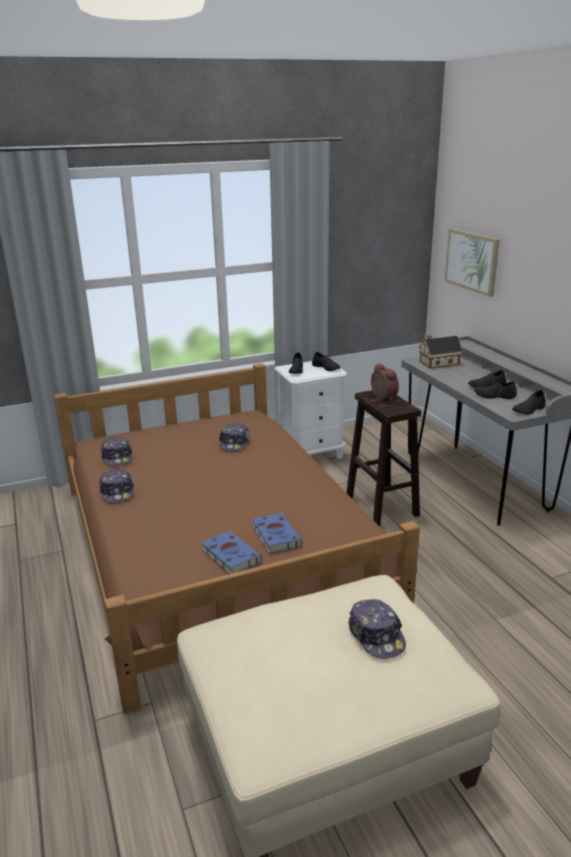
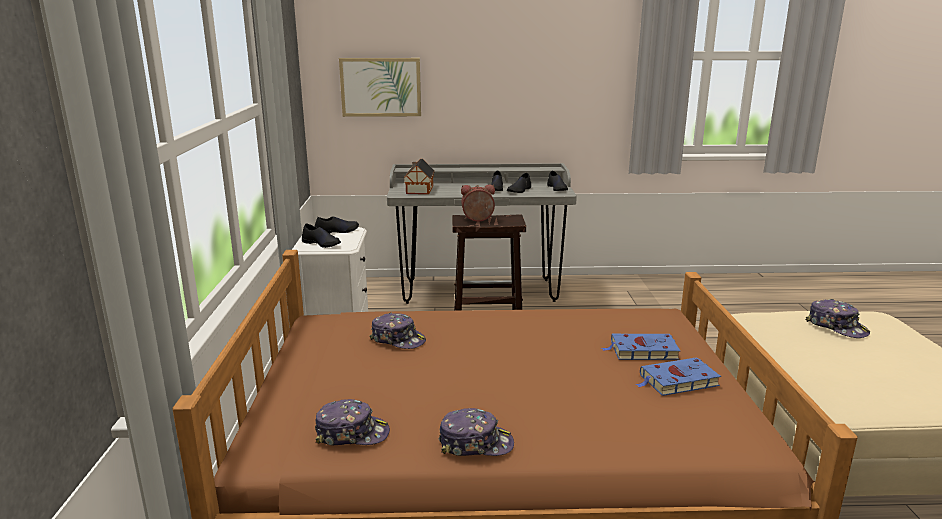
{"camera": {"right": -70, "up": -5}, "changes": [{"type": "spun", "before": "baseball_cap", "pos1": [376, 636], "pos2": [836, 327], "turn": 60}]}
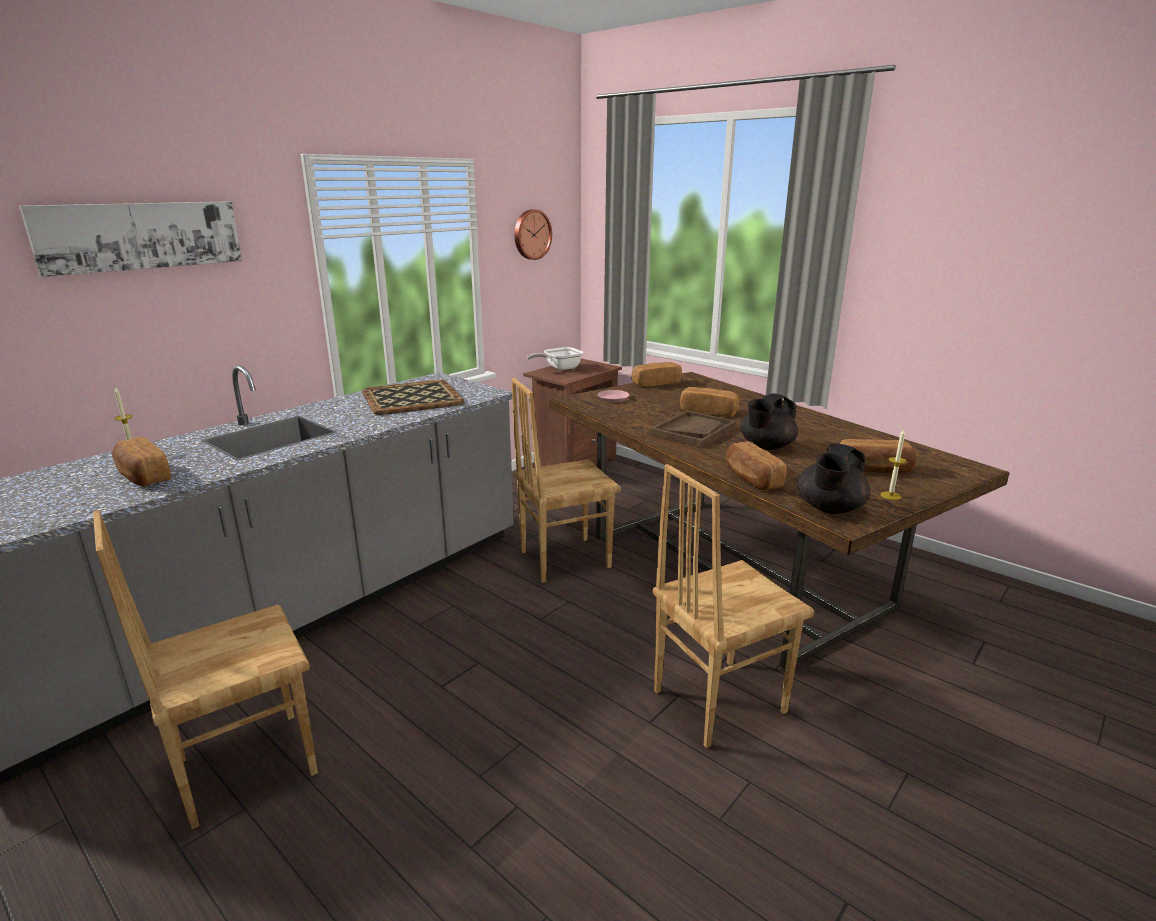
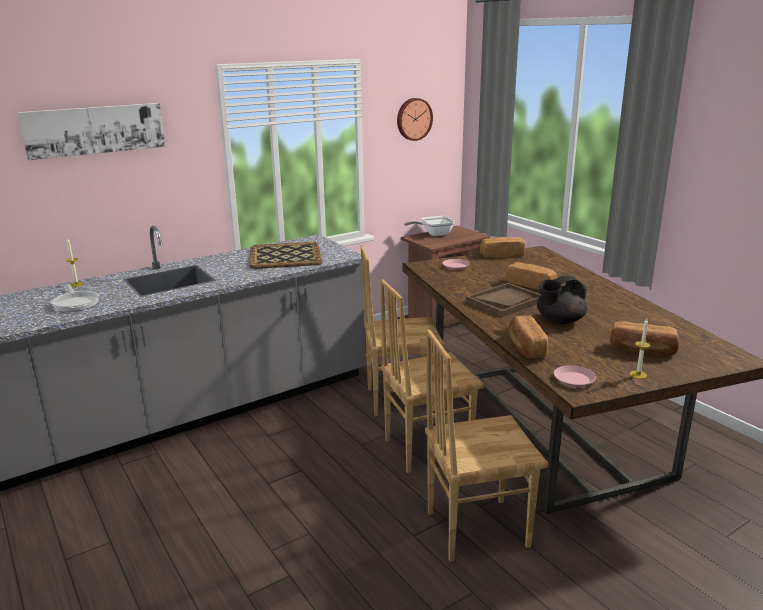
{"camera": {"right": 15, "up": 0}, "changes": [{"type": "exchanged", "before": "bakery_bread", "after": "skillet", "pos1": [143, 476], "pos2": [76, 303]}, {"type": "exchanged", "before": "black-coloured_teapot", "after": "pink-coloured_plate", "pos1": [829, 508], "pos2": [573, 379]}, {"type": "relocated", "before": "brown_plain_chair", "pos1": [245, 765], "pos2": [426, 448]}]}
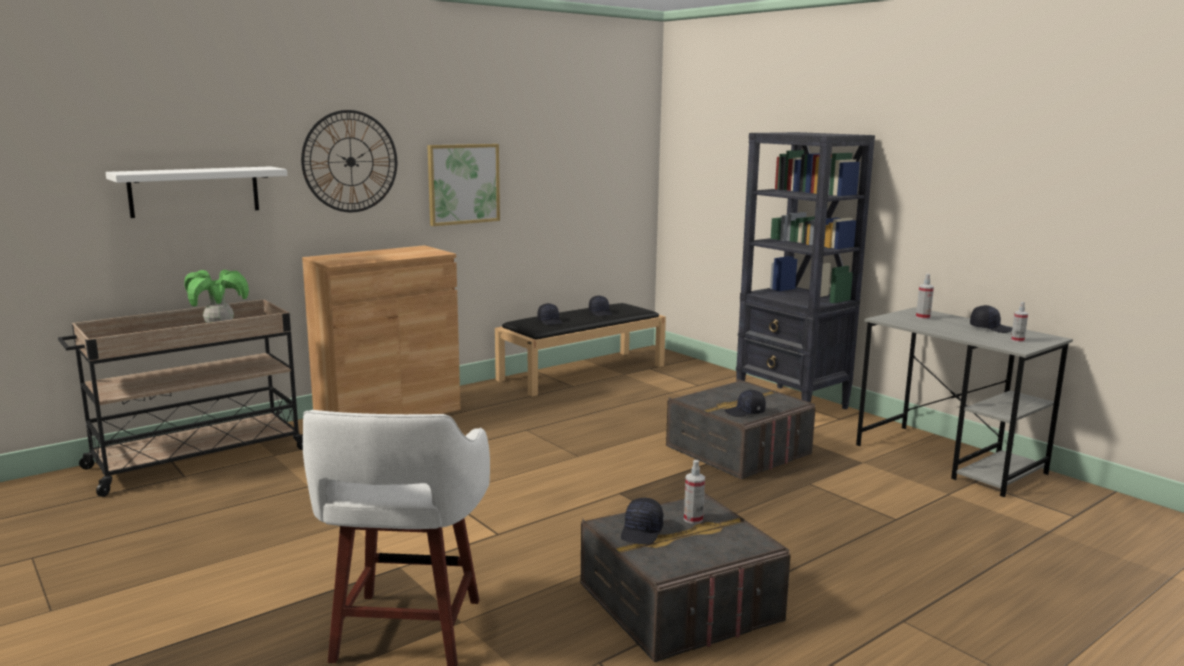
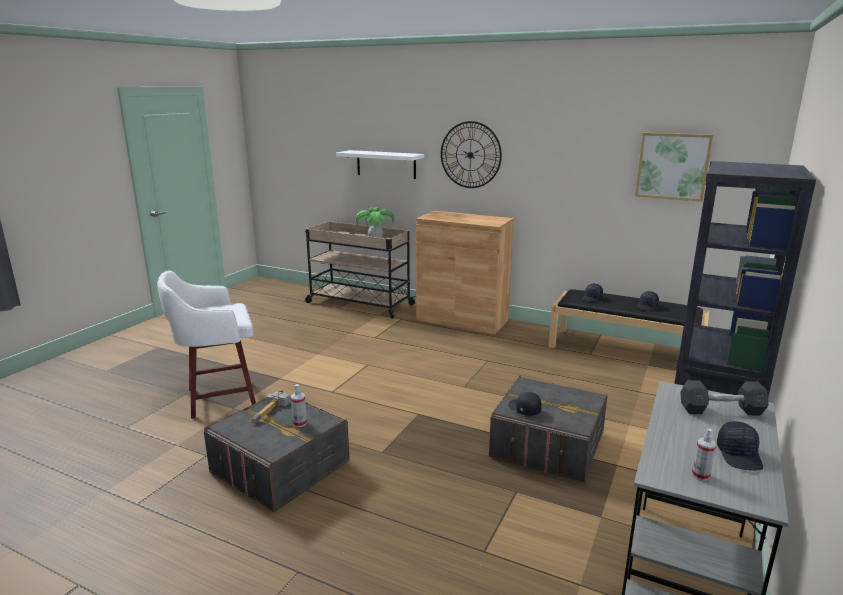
{"camera": {"right": 65, "up": 5}, "changes": [{"type": "relocated", "before": "wall_picture", "pos1": [463, 184], "pos2": [672, 166]}, {"type": "exchanged", "before": "hand_sprayer", "after": "greyish_free_weight", "pos1": [923, 317], "pos2": [721, 410]}, {"type": "exchanged", "before": "black-coloured_baseball_cap", "after": "hammer", "pos1": [642, 532], "pos2": [272, 411]}]}
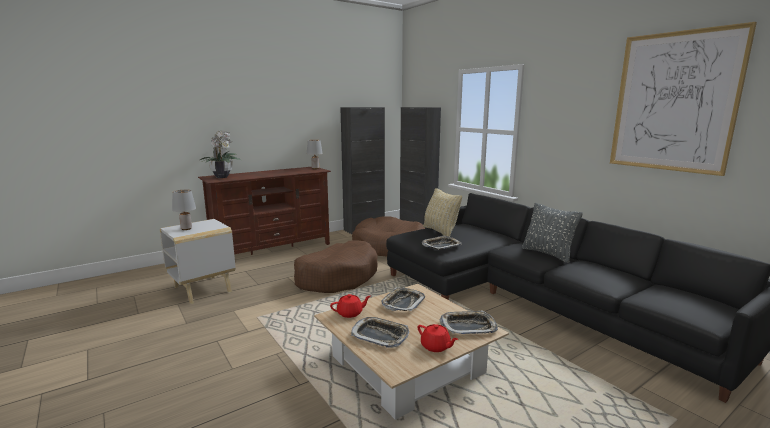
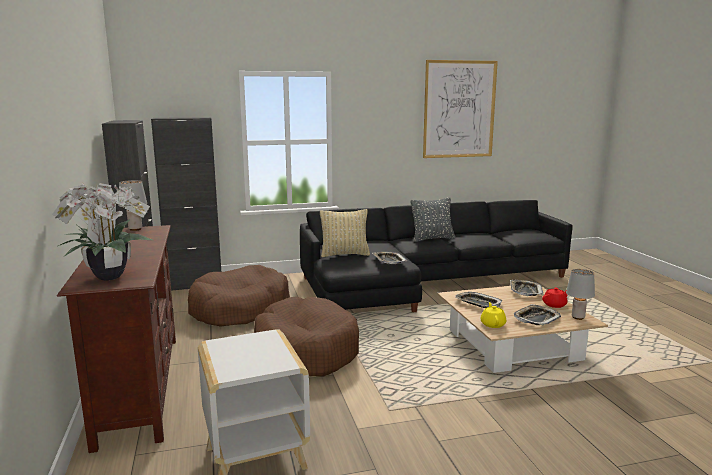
{"camera": {"right": -70, "up": 0}, "changes": [{"type": "relocated", "before": "greyish_table_lamp", "pos1": [186, 229], "pos2": [578, 317]}, {"type": "colour", "before": "red-coloured_teapot", "after": "yellowish_teapot", "pos1": [350, 313], "pos2": [493, 324]}]}
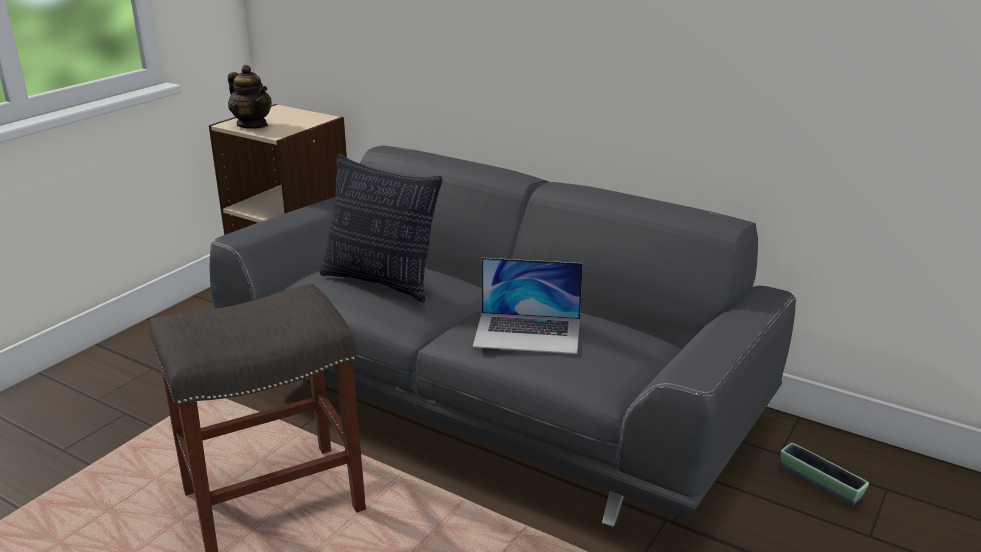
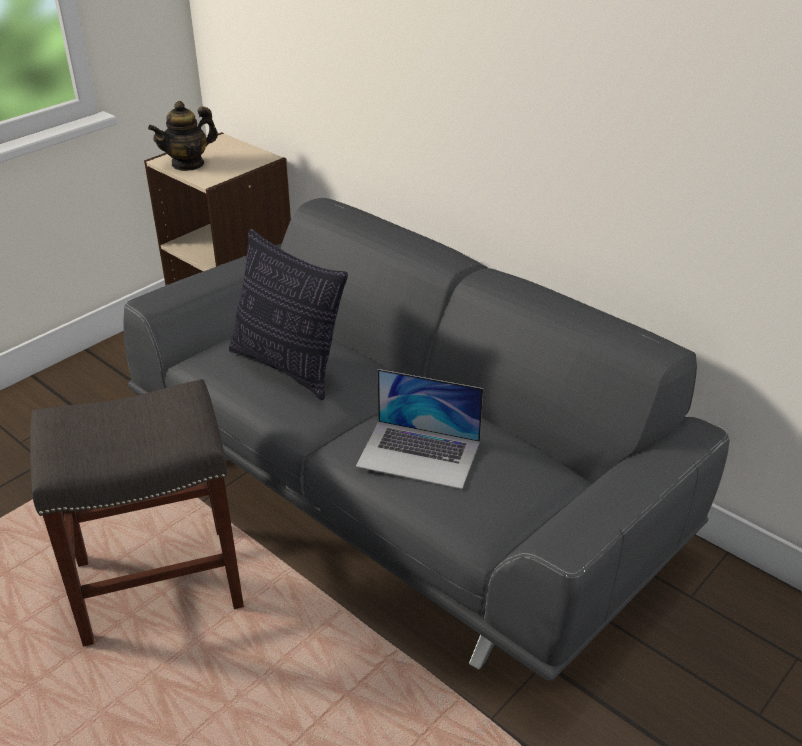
{"camera": {"right": 10, "up": 10}, "changes": [{"type": "spun", "before": "teapot", "pos1": [252, 125], "pos2": [188, 164], "turn": 90}, {"type": "missing", "before": "planter", "pos1": [820, 483]}]}
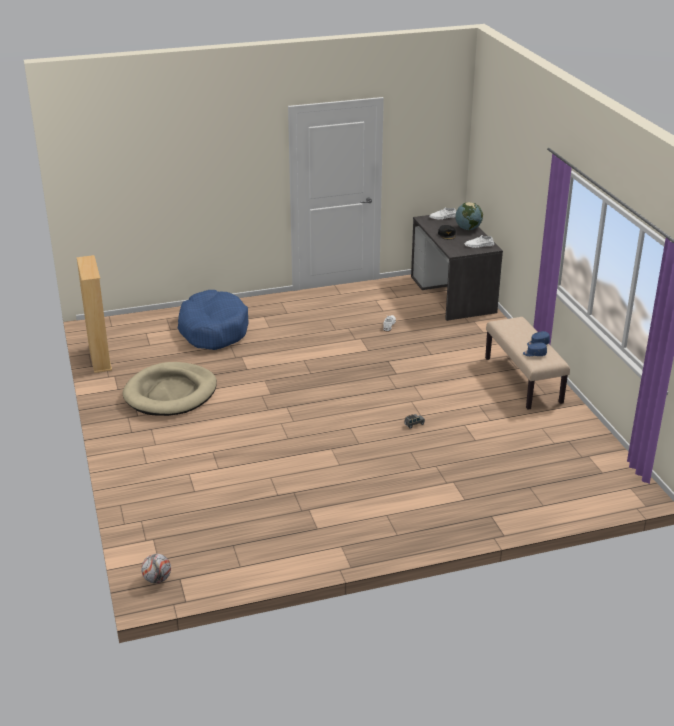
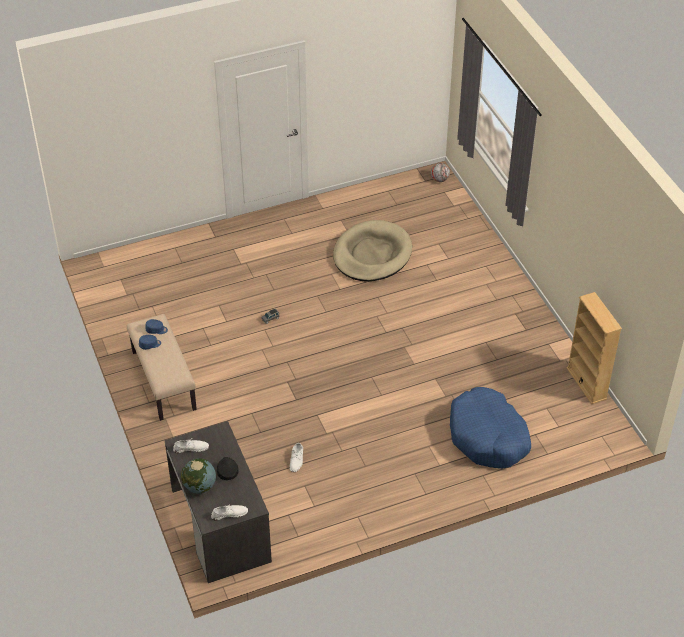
{"camera": {"right": 175, "up": 15}, "changes": [{"type": "relocated", "before": "beige_dog_bed", "pos1": [171, 393], "pos2": [372, 254]}]}
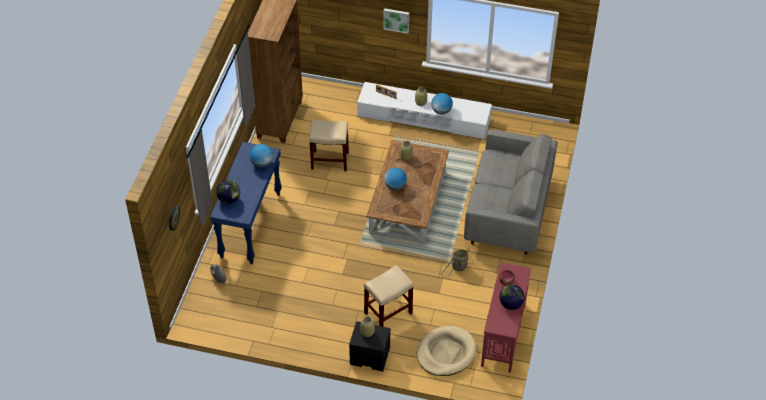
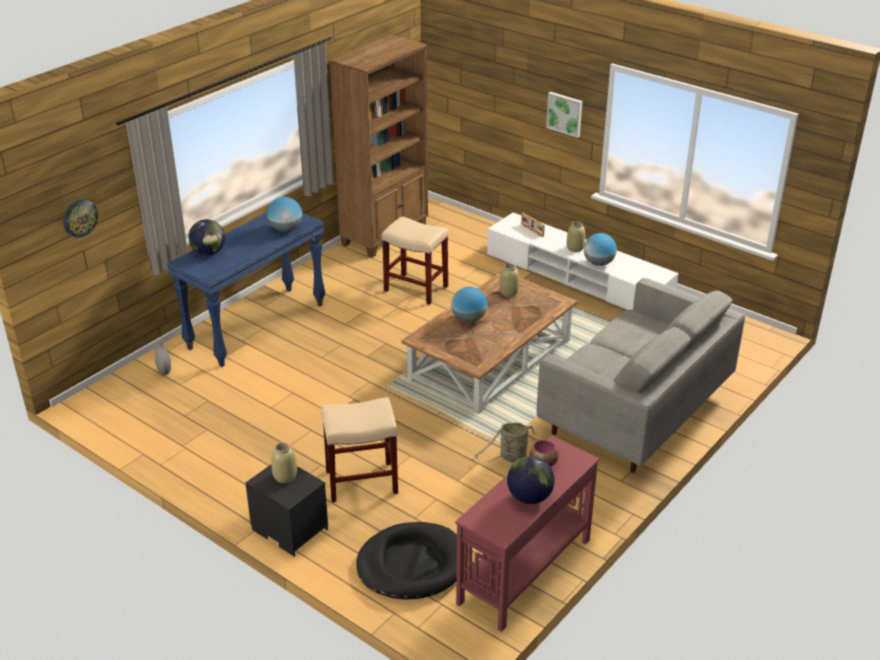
{"camera": {"right": 25, "up": -15}, "changes": [{"type": "colour", "before": "beige_dog_bed", "after": "black-coloured_dog_bed", "pos1": [446, 353], "pos2": [412, 564]}]}
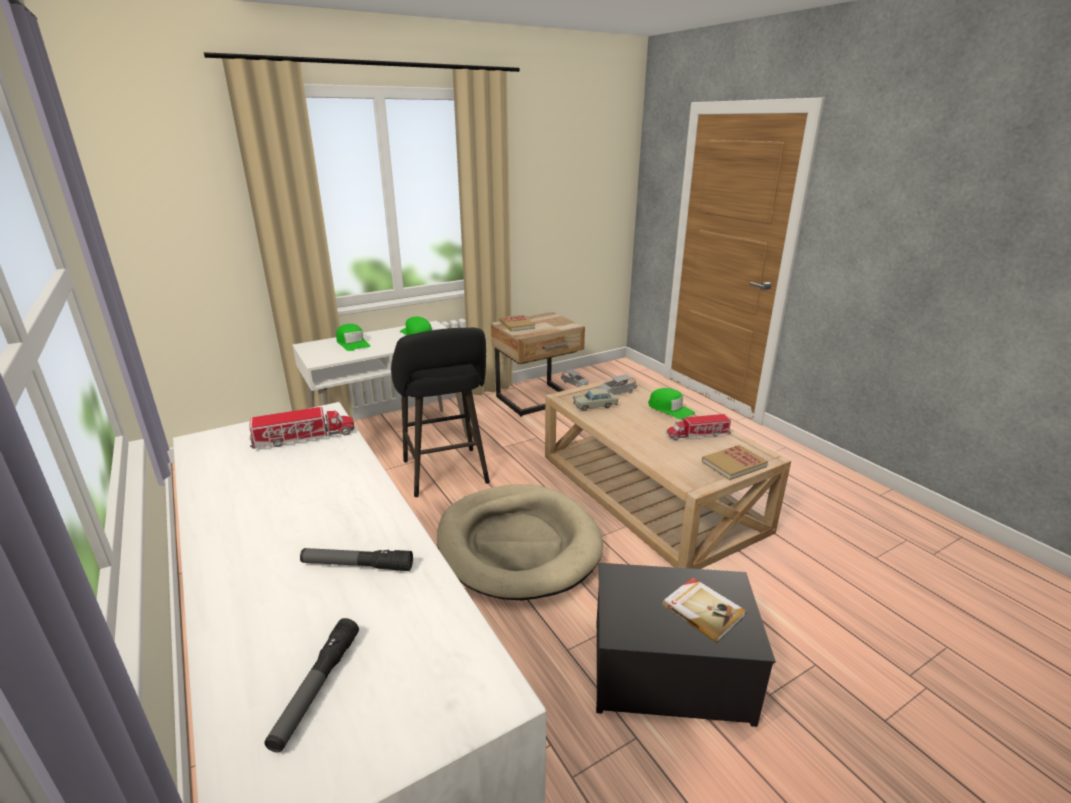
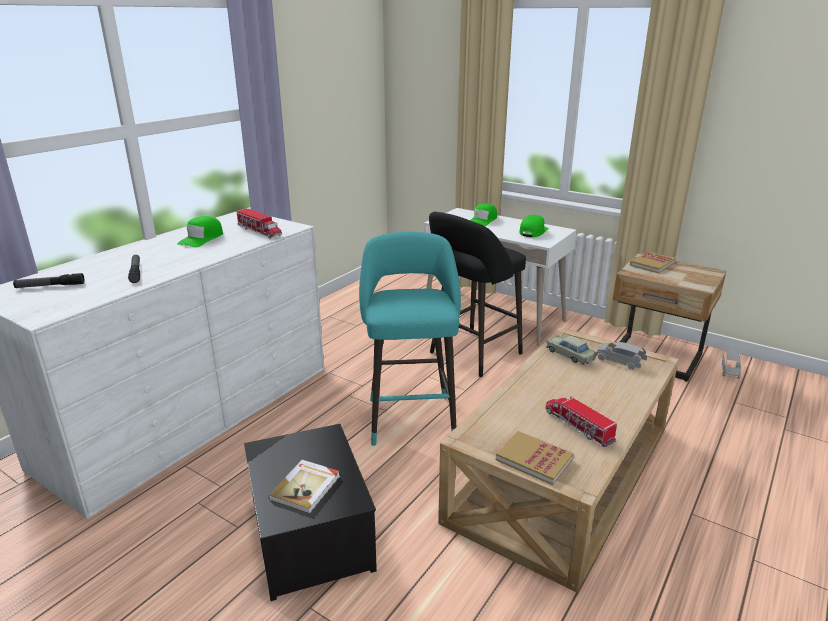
{"camera": {"right": 65, "up": 0}, "changes": [{"type": "relocated", "before": "green_baseball_cap", "pos1": [670, 409], "pos2": [202, 239]}, {"type": "exchanged", "before": "beige_dog_bed", "after": "blue-green_stool", "pos1": [518, 544], "pos2": [410, 415]}]}
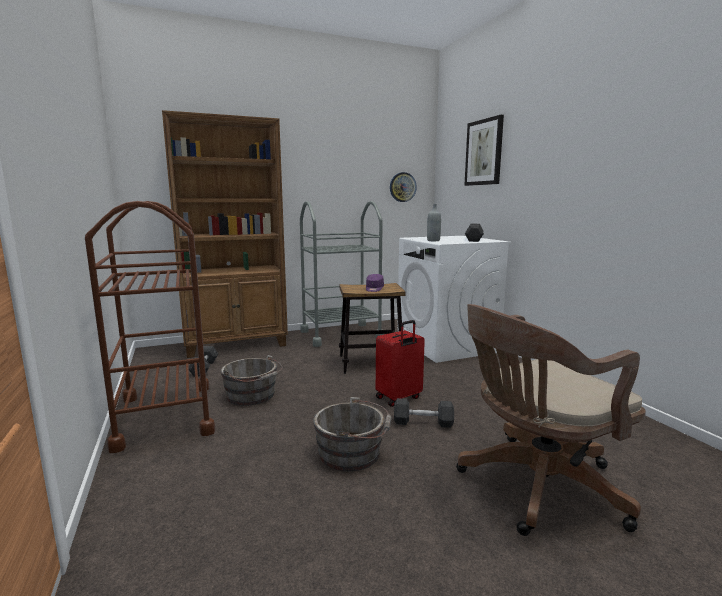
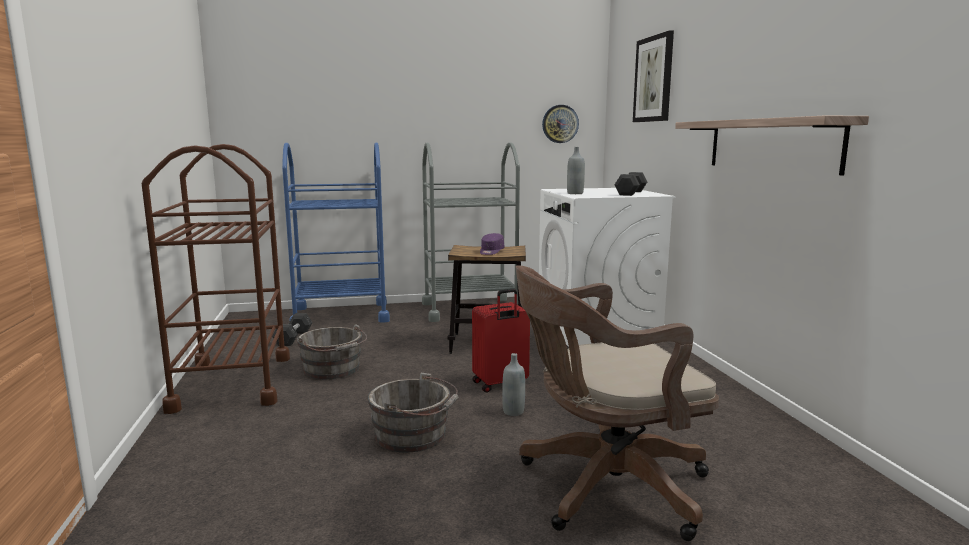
{"camera": {"right": 10, "up": 0}, "changes": [{"type": "exchanged", "before": "brown_bookshelf", "after": "blue-coloured_cart", "pos1": [237, 344], "pos2": [341, 315]}, {"type": "exchanged", "before": "greyish_free_weight", "after": "greyish_beverage_bottle", "pos1": [423, 422], "pos2": [513, 412]}, {"type": "appeared", "after": "bracket_shelf", "pos2": [770, 144]}]}
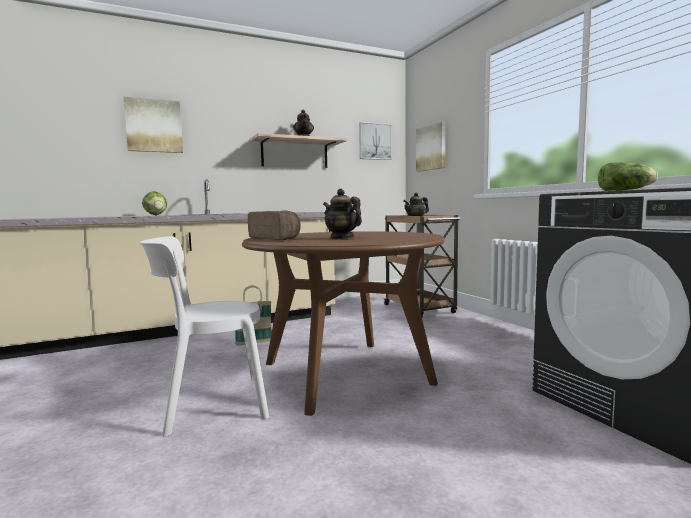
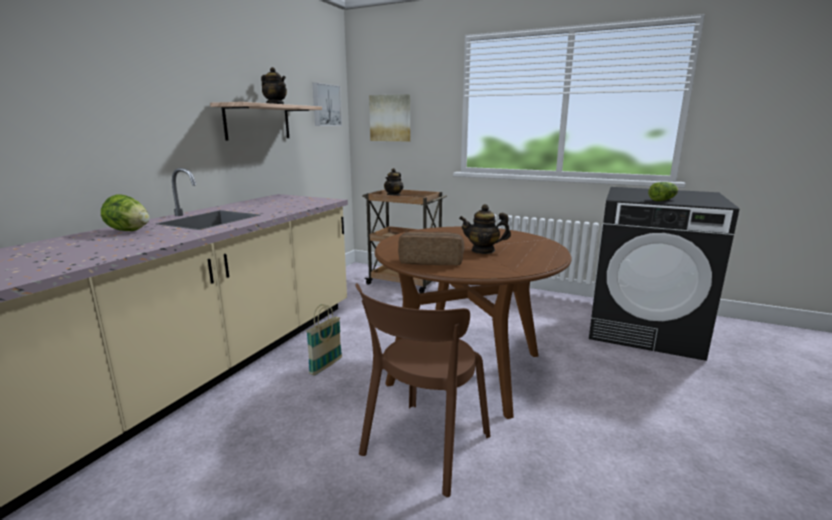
{"camera": {"right": -40, "up": 10}, "changes": [{"type": "missing", "before": "wall_picture", "pos1": [154, 126]}, {"type": "colour", "before": "whitish_plain_chair", "after": "brown_plain_chair", "pos1": [209, 404], "pos2": [423, 448]}]}
